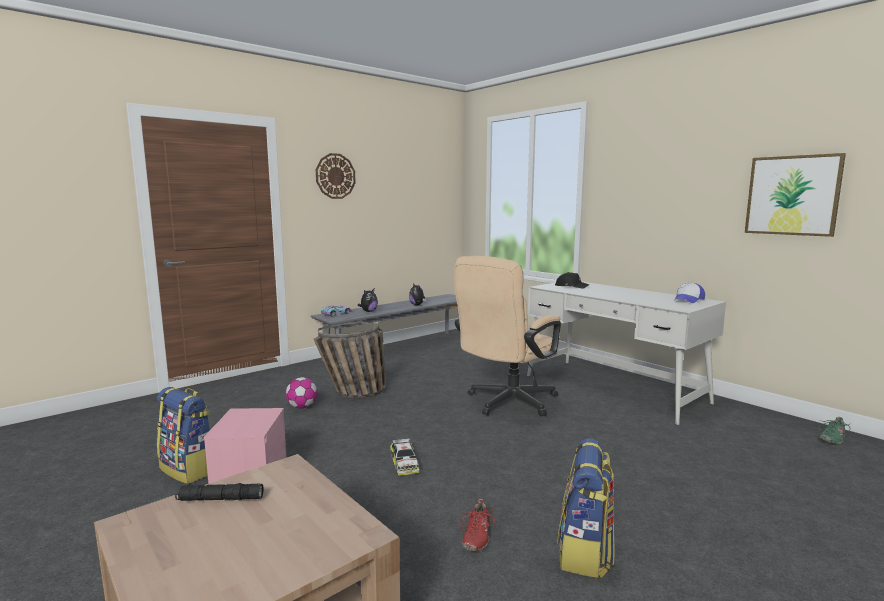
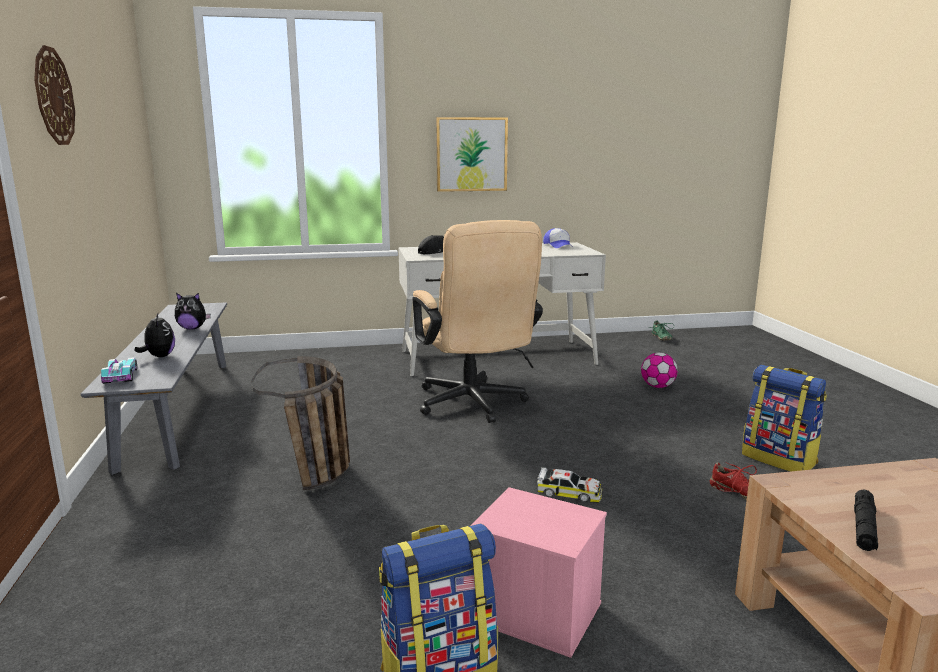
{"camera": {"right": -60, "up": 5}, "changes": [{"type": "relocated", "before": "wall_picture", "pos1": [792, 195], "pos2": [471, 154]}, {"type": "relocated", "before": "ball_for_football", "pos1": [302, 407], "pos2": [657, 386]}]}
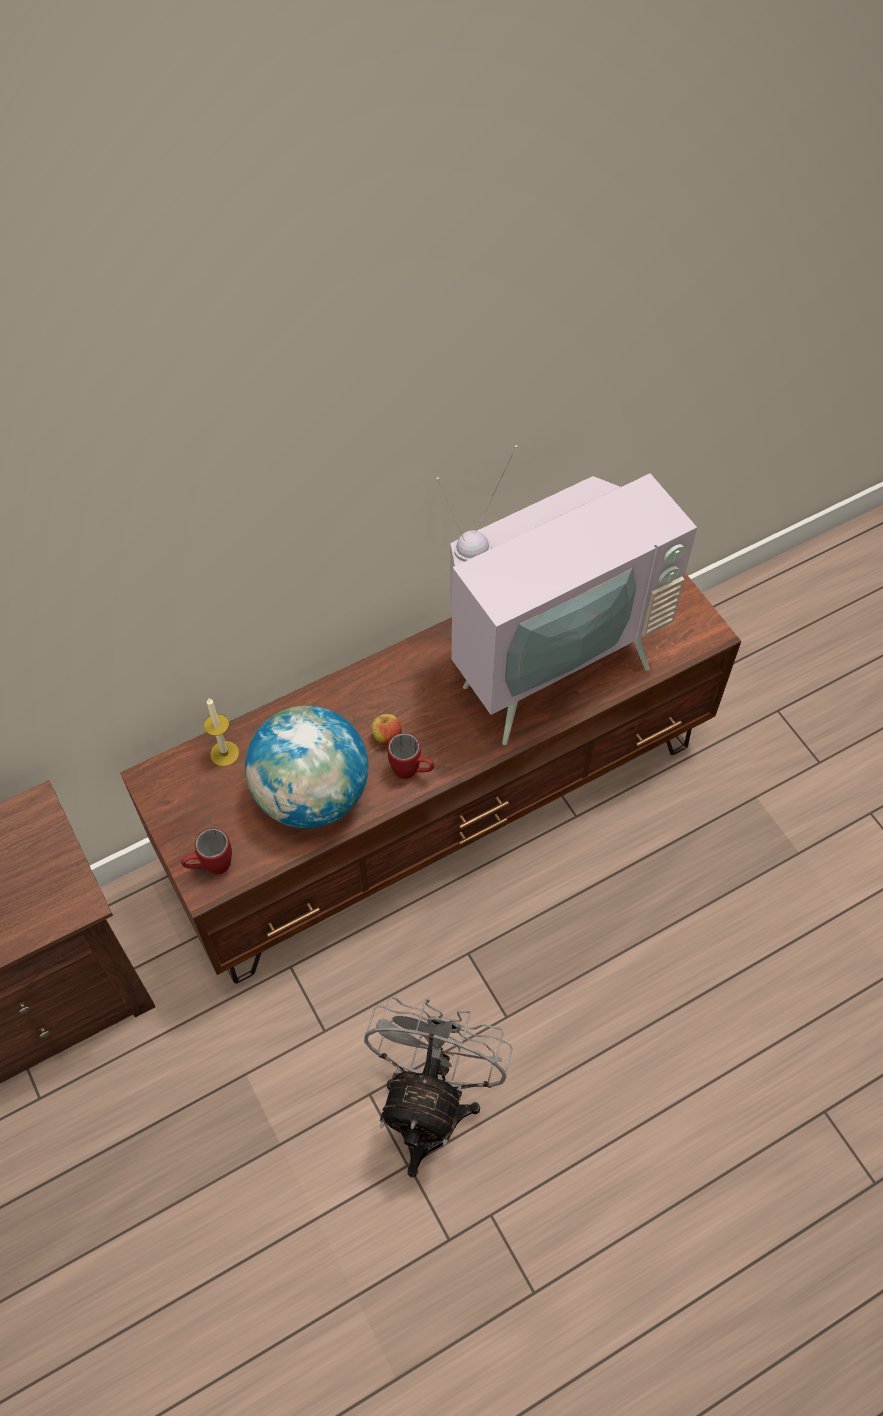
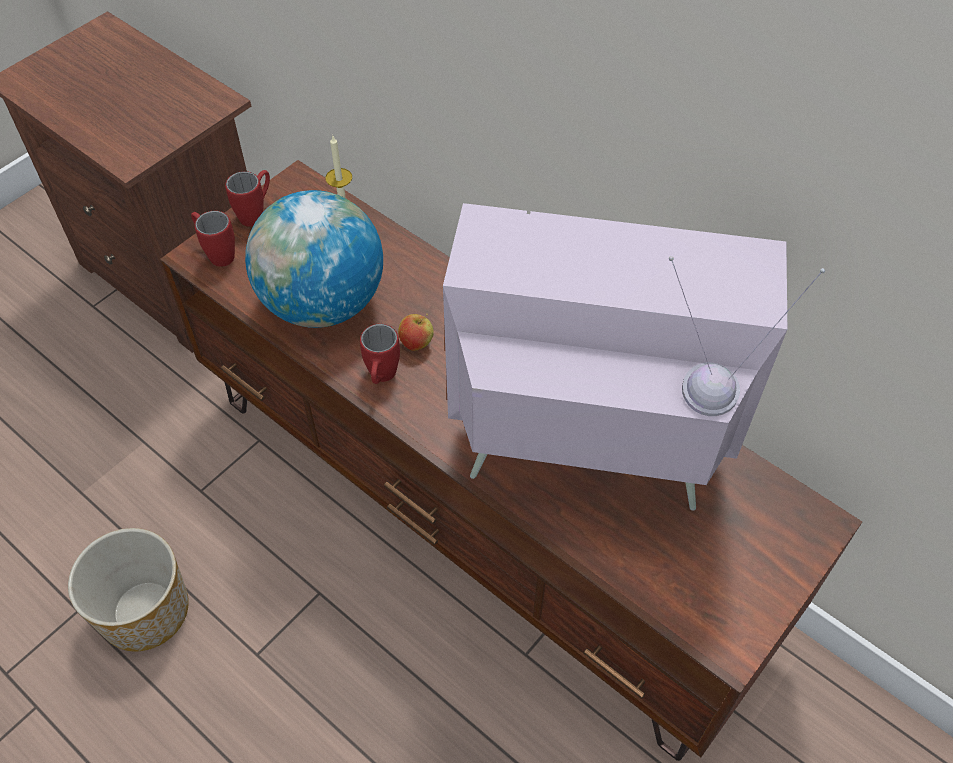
{"camera": {"right": 70, "up": -5}, "changes": [{"type": "spun", "before": "TV", "pos1": [548, 665], "pos2": [583, 468], "turn": 150}, {"type": "exchanged", "before": "greyish_fan", "after": "planter", "pos1": [431, 1104], "pos2": [144, 611]}, {"type": "appeared", "after": "red-coloured_mug", "pos2": [256, 213]}]}
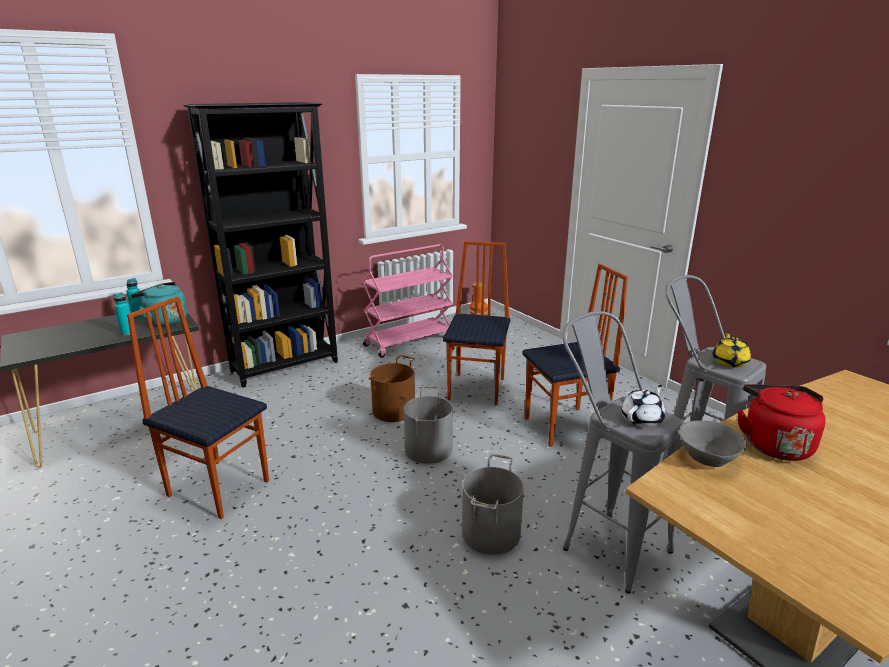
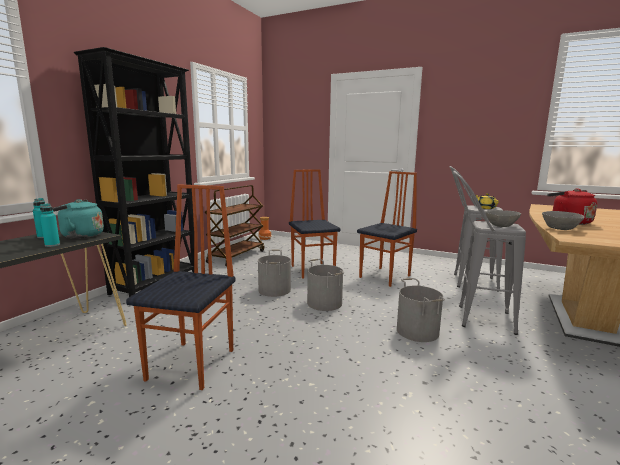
{"camera": {"right": -30, "up": -10}, "changes": [{"type": "colour", "before": "pink-coloured_cart", "after": "brown_cart", "pos1": [409, 341], "pos2": [236, 256]}, {"type": "spun", "before": "plain_chair", "pos1": [219, 487], "pos2": [193, 364], "turn": 105}, {"type": "colour", "before": "brown_water_bucket", "after": "greyish_water_bucket", "pos1": [394, 410], "pos2": [275, 290]}, {"type": "exchanged", "before": "whitish_teapot", "after": "greyish_bowl", "pos1": [642, 419], "pos2": [500, 225]}]}
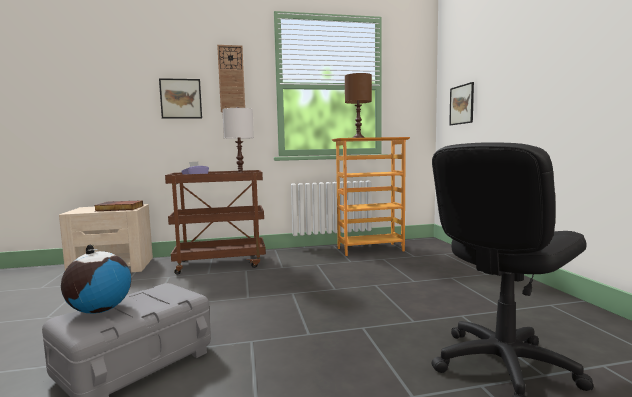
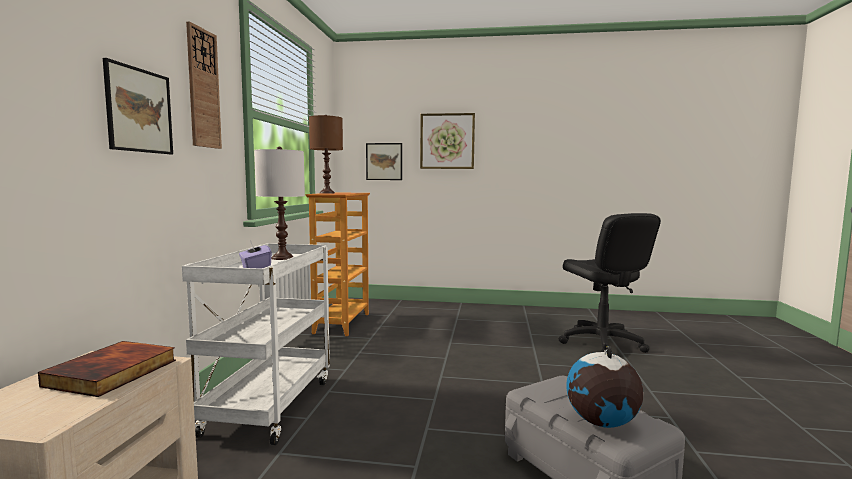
{"camera": {"right": -70, "up": 0}, "changes": [{"type": "colour", "before": "brown_cart", "after": "whitish_cart", "pos1": [221, 263], "pos2": [269, 405]}, {"type": "appeared", "after": "wall_picture", "pos2": [447, 141]}]}
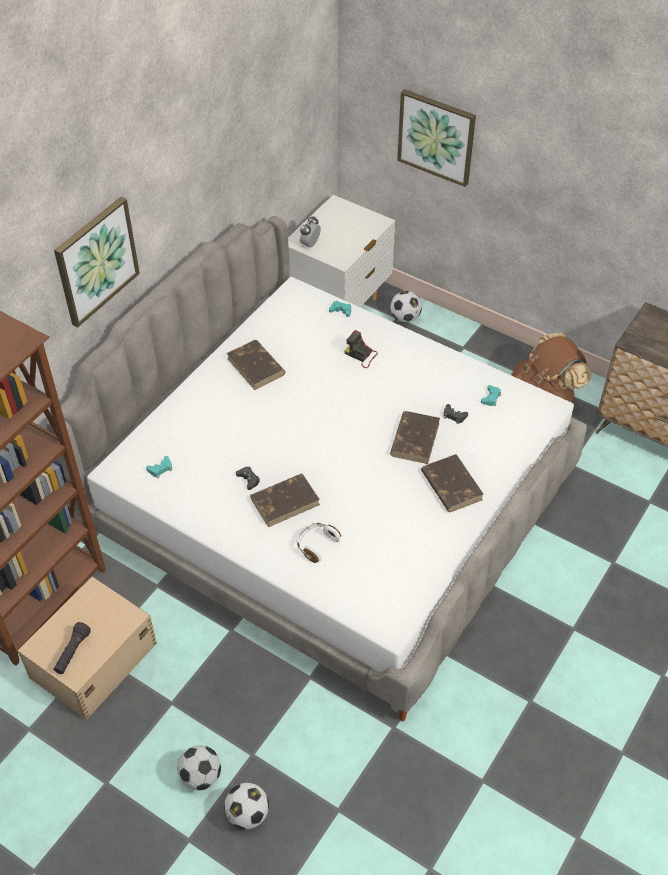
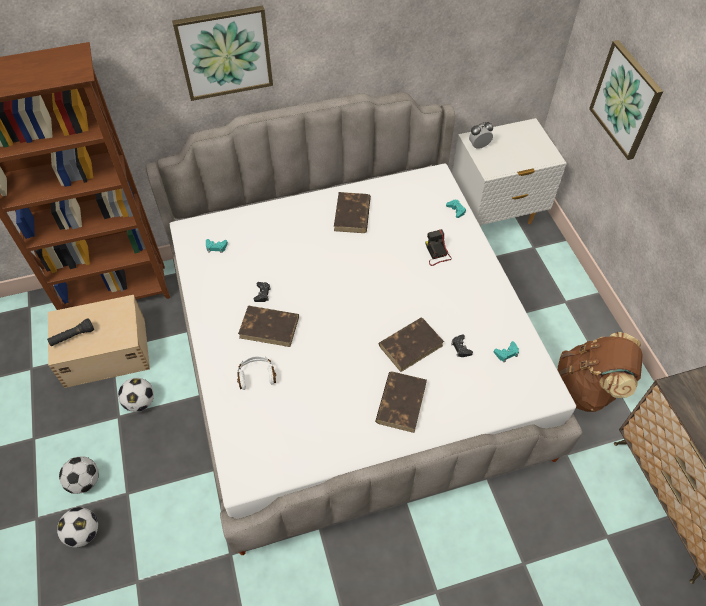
{"camera": {"right": 40, "up": 5}, "changes": [{"type": "relocated", "before": "ball_for_football", "pos1": [405, 318], "pos2": [140, 402]}]}
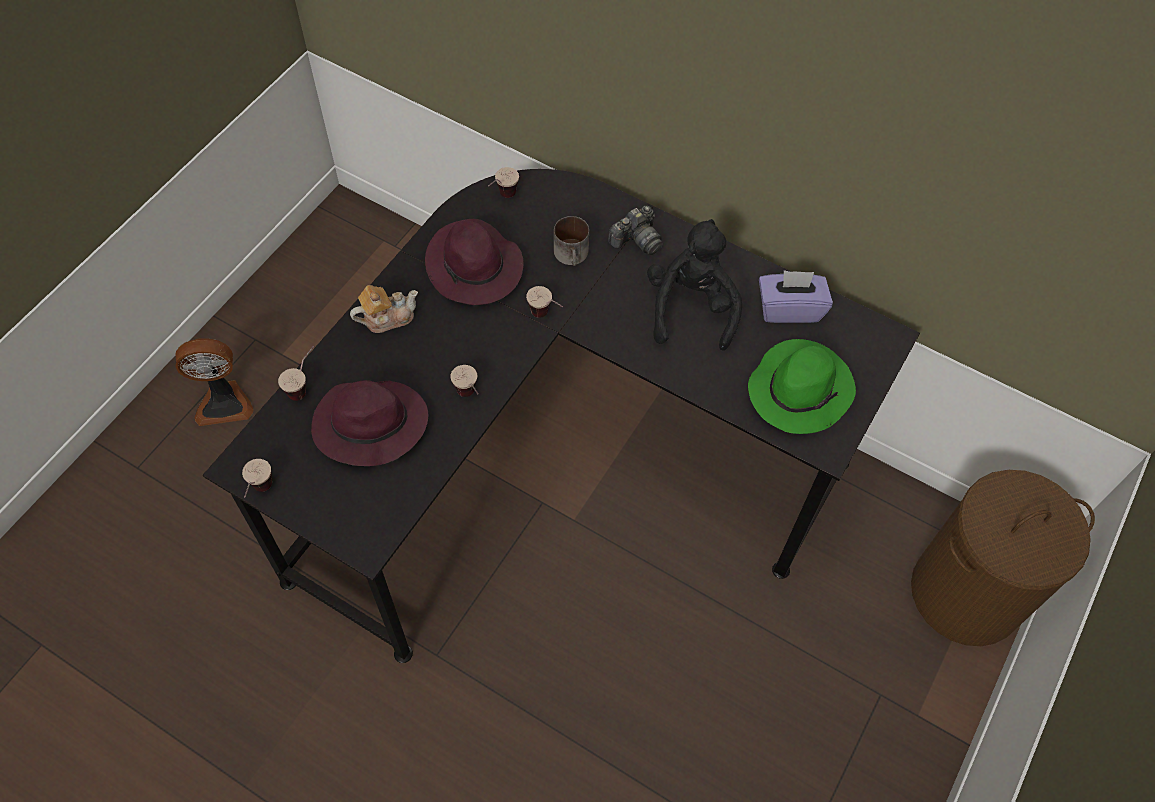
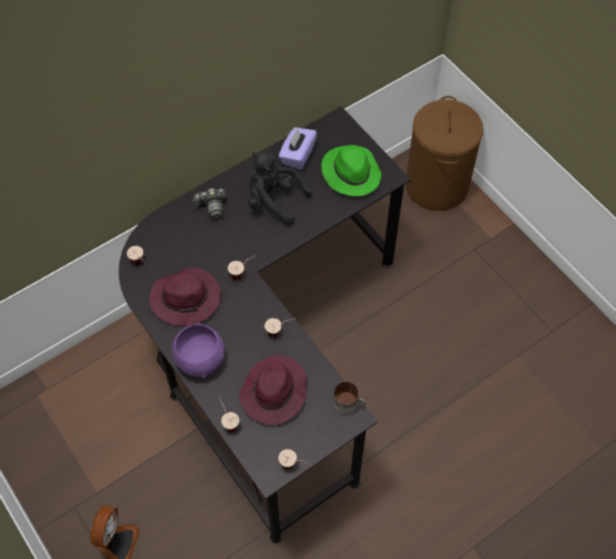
{"camera": {"right": -65, "up": 0}, "changes": [{"type": "spun", "before": "still_camera", "pos1": [636, 240], "pos2": [212, 208], "turn": 90}, {"type": "relocated", "before": "mug", "pos1": [573, 255], "pos2": [349, 402]}, {"type": "exchanged", "before": "teapot", "after": "purplish_bowl", "pos1": [387, 317], "pos2": [199, 359]}]}
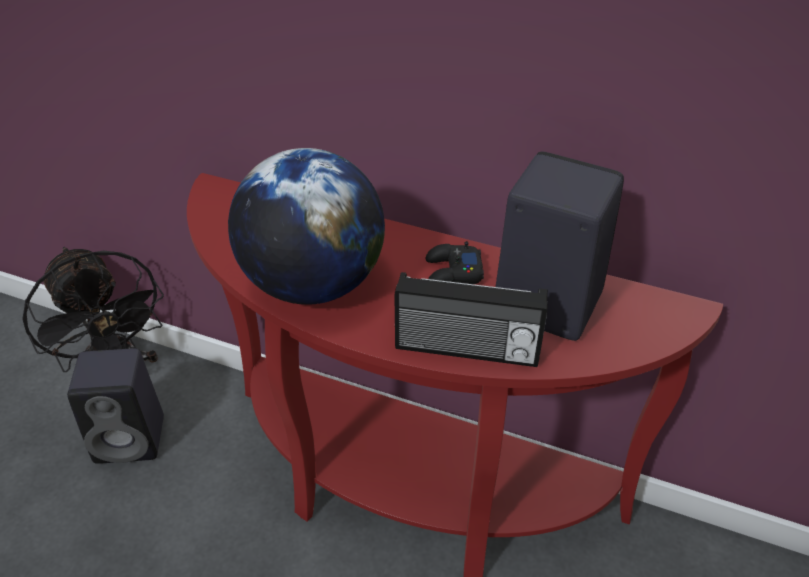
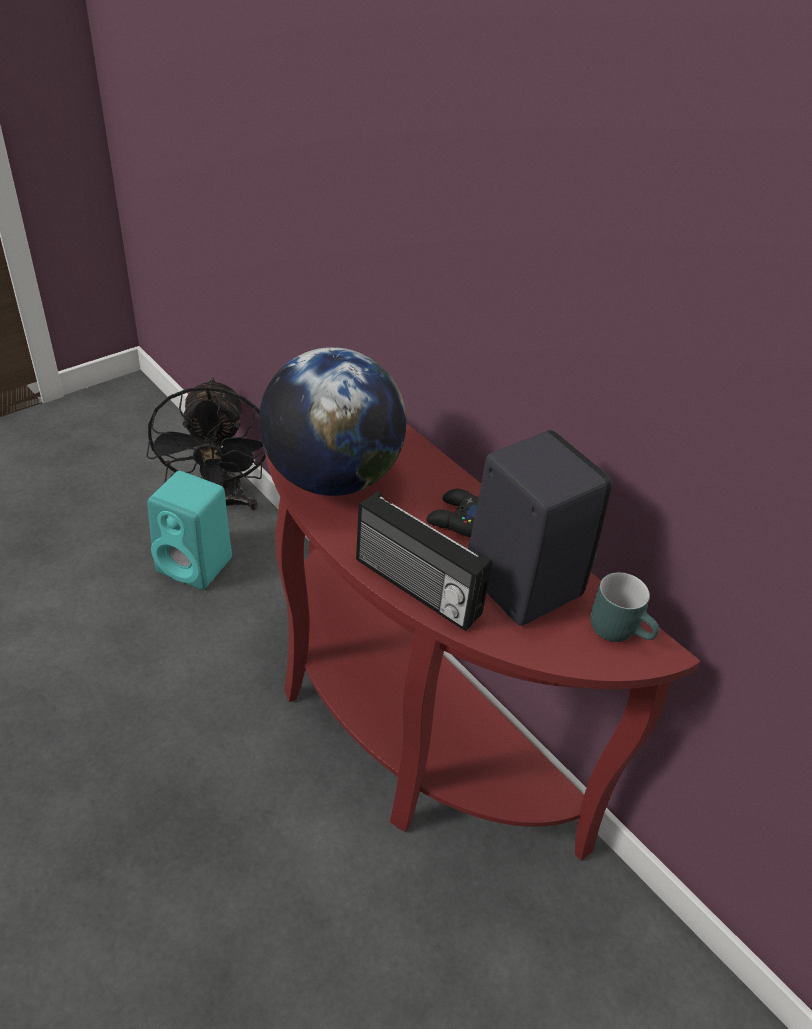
{"camera": {"right": 25, "up": 0}, "changes": [{"type": "colour", "before": "black-coloured_speaker", "after": "blue-green_speaker", "pos1": [132, 438], "pos2": [197, 565]}, {"type": "appeared", "after": "blue-green_mug", "pos2": [620, 629]}]}
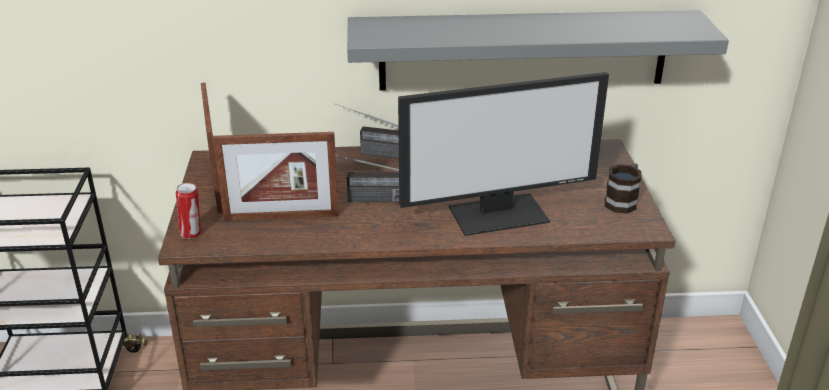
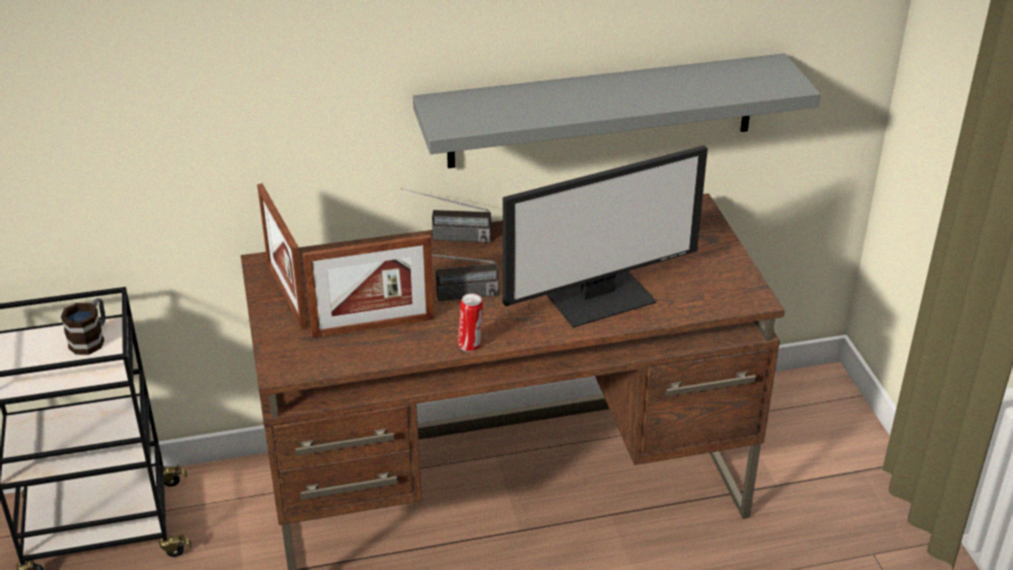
{"camera": {"right": -10, "up": 5}, "changes": [{"type": "relocated", "before": "mug", "pos1": [623, 201], "pos2": [91, 339]}, {"type": "relocated", "before": "sealed_can", "pos1": [191, 234], "pos2": [470, 345]}]}
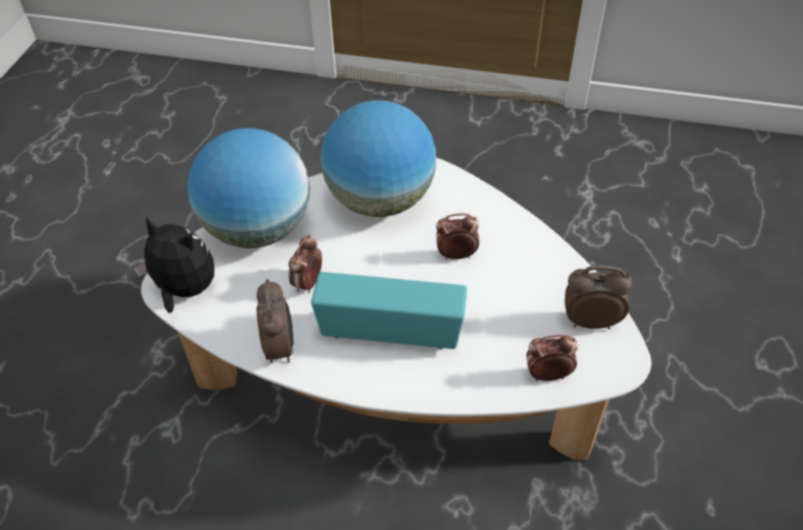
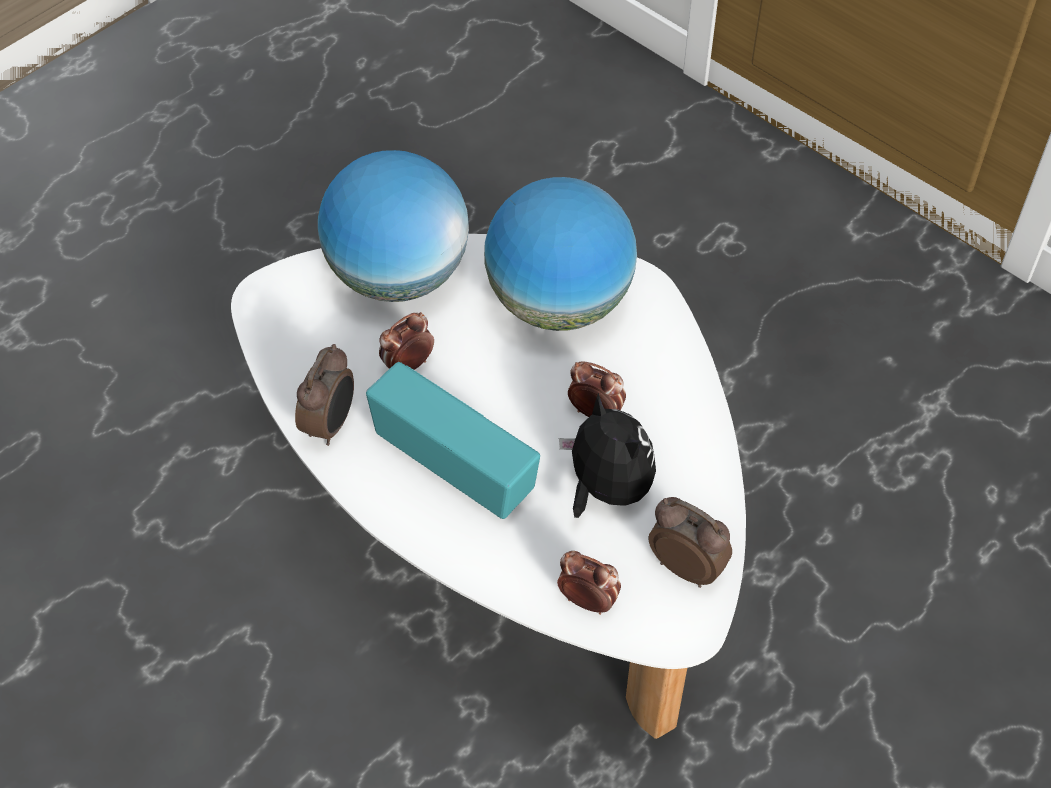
{"camera": {"right": 30, "up": 5}, "changes": [{"type": "relocated", "before": "plush_toy", "pos1": [184, 290], "pos2": [606, 489]}]}
